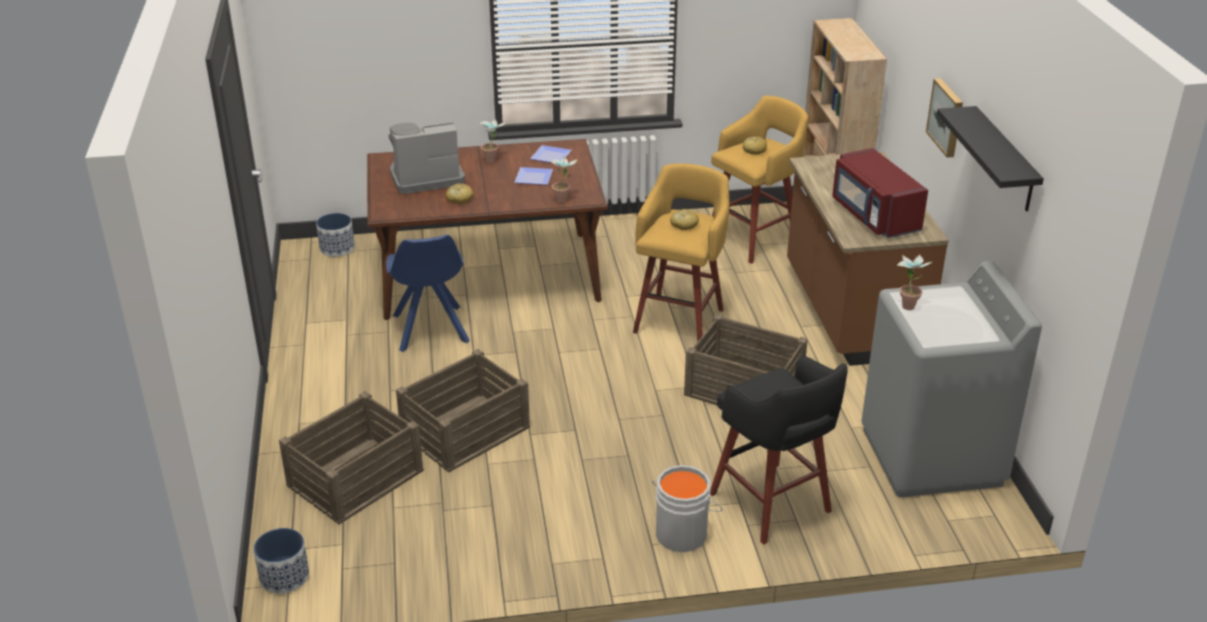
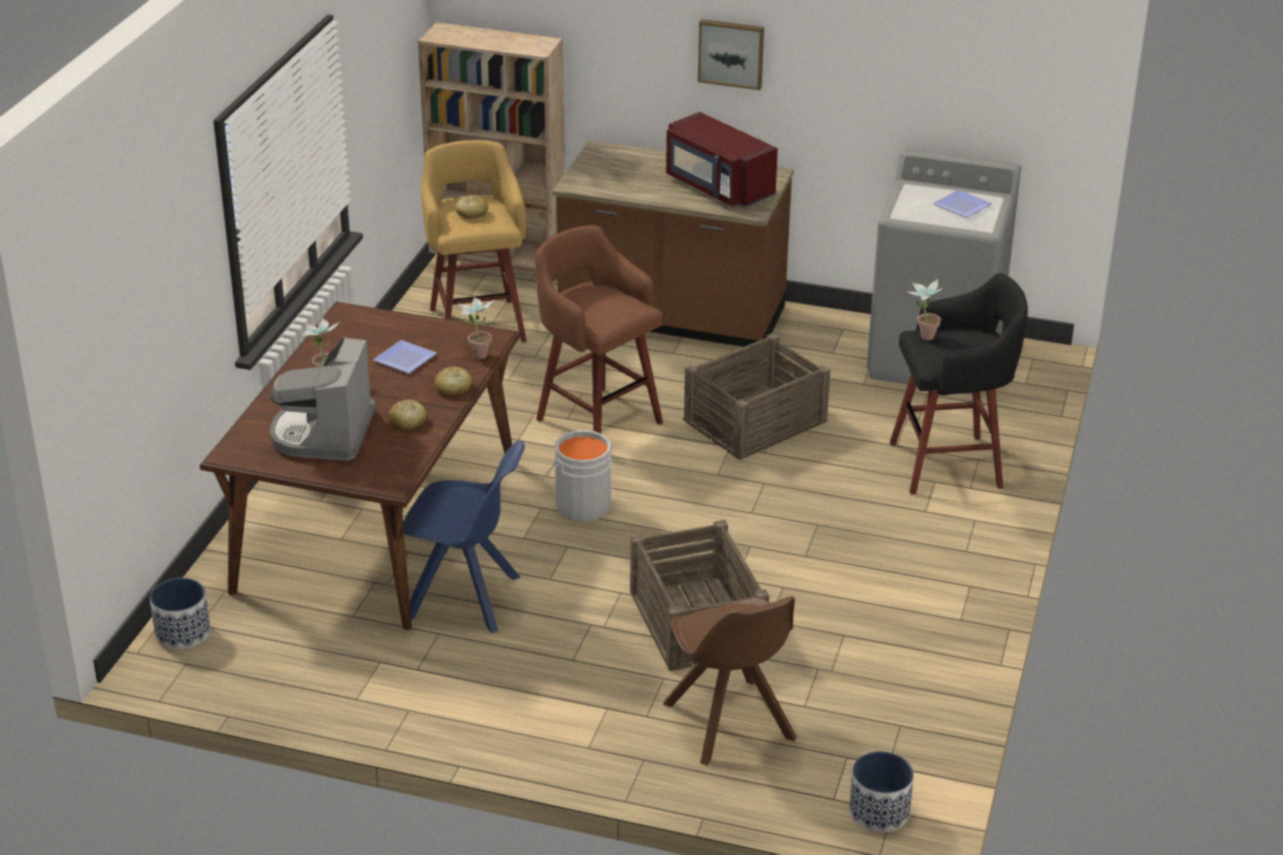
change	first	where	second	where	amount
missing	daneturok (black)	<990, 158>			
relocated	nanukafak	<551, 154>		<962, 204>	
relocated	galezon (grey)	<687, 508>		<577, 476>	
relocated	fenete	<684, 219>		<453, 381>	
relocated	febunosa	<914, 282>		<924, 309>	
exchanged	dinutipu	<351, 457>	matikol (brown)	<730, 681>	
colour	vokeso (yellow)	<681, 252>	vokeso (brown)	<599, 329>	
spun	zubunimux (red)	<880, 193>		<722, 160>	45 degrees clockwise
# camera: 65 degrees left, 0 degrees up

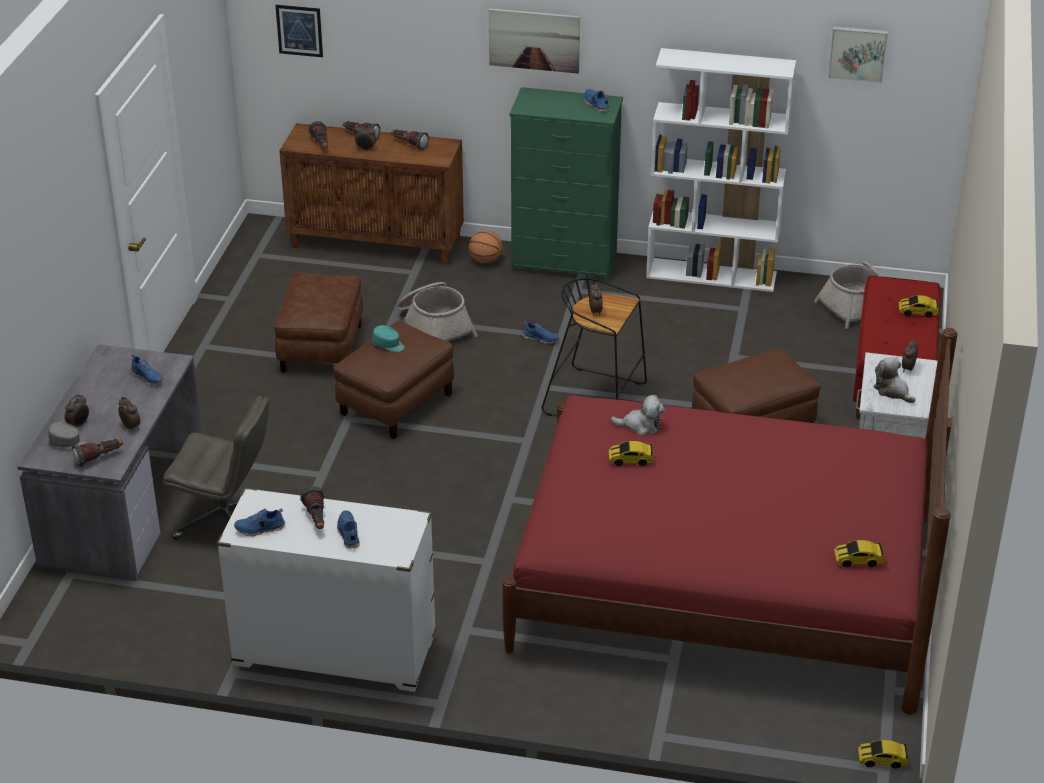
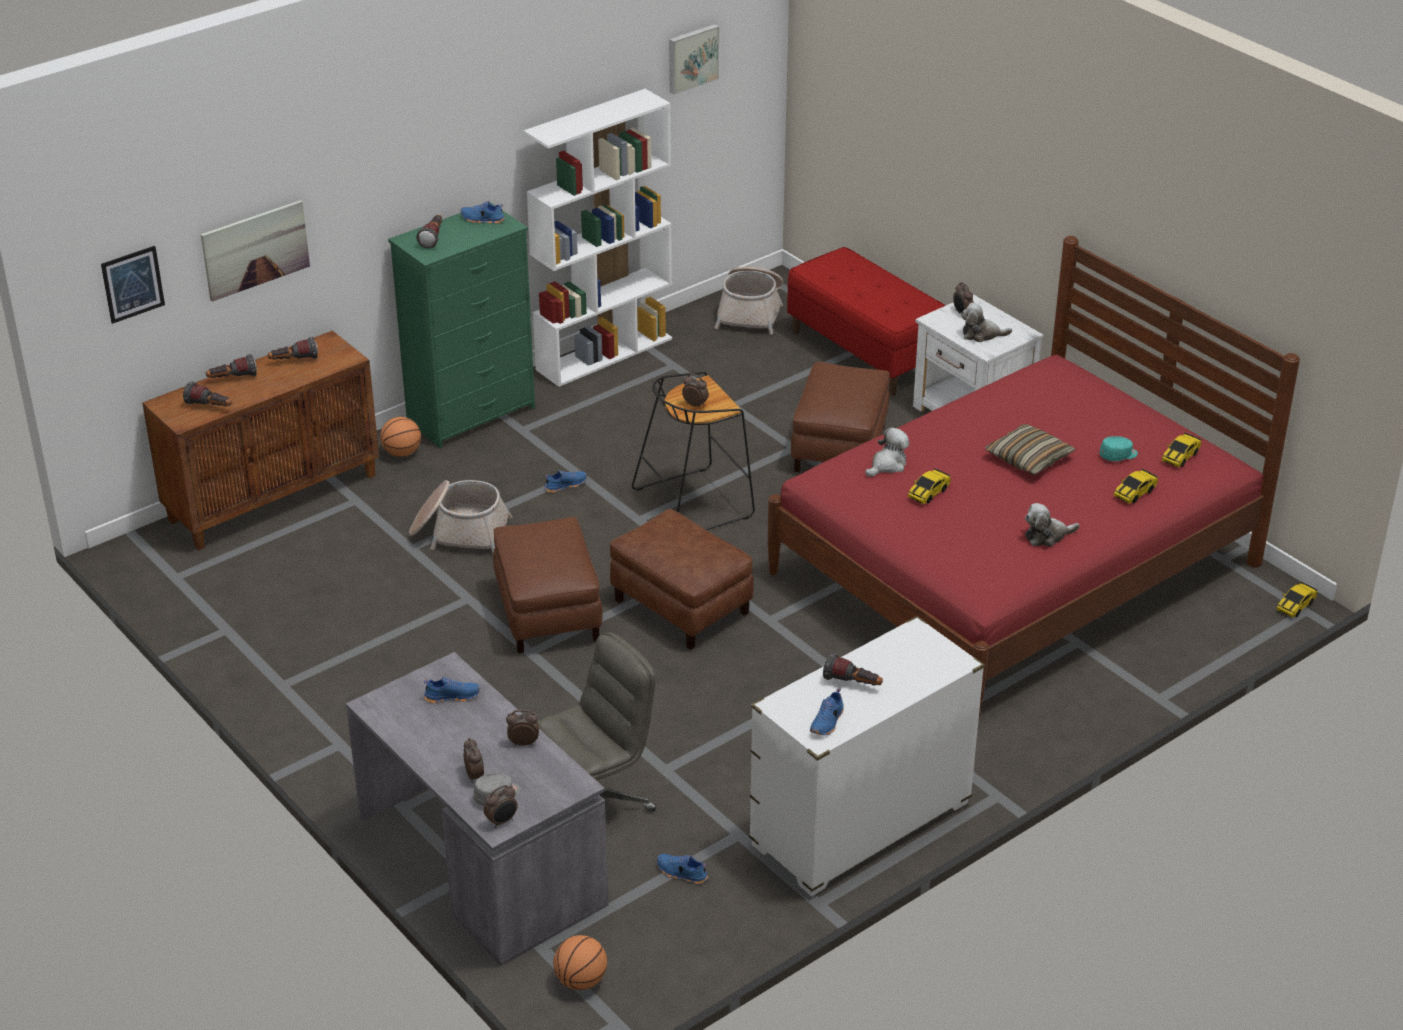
change	first	where	second	where	amount
appeared			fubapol	<580, 962>	
appeared			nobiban	<1030, 449>	
appeared			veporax	<1052, 525>	
relocated	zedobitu	<97, 453>		<429, 231>	
relocated	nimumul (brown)	<318, 322>		<682, 579>	
relocated	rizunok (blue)	<348, 529>		<682, 869>	
relocated	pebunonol	<365, 138>		<501, 806>	
relocated	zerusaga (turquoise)	<388, 338>		<1118, 448>	
relocated	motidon	<534, 40>		<255, 251>	
relocated	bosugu	<919, 306>		<1136, 486>	
# camera: 50 degrees left, 0 degrees up

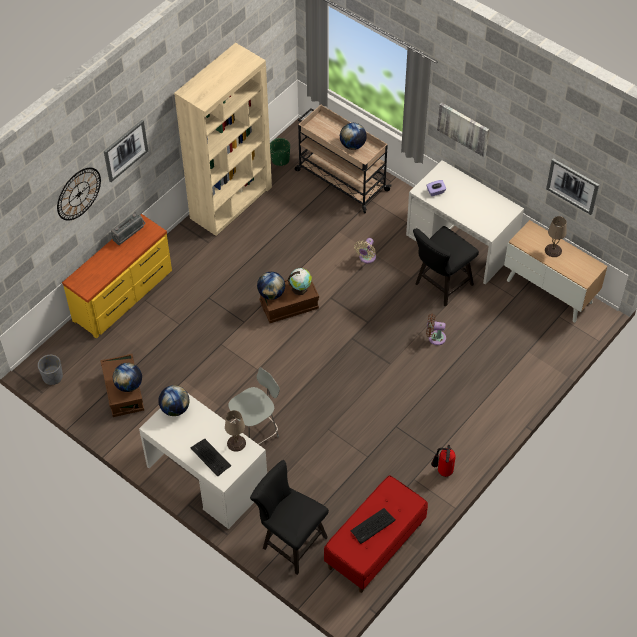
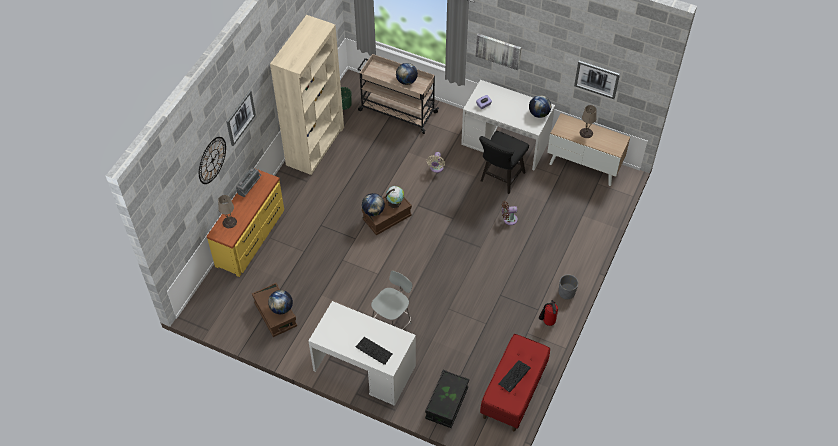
change	first	where	second	where	amount
relocated	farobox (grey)	<50, 370>		<568, 286>	
relocated	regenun	<174, 400>		<540, 106>	
relocated	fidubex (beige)	<235, 431>		<227, 211>	
exchanged	matikol (black)	<289, 517>	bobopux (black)	<447, 399>	
# camera: 15 degrees left, 0 degrees up

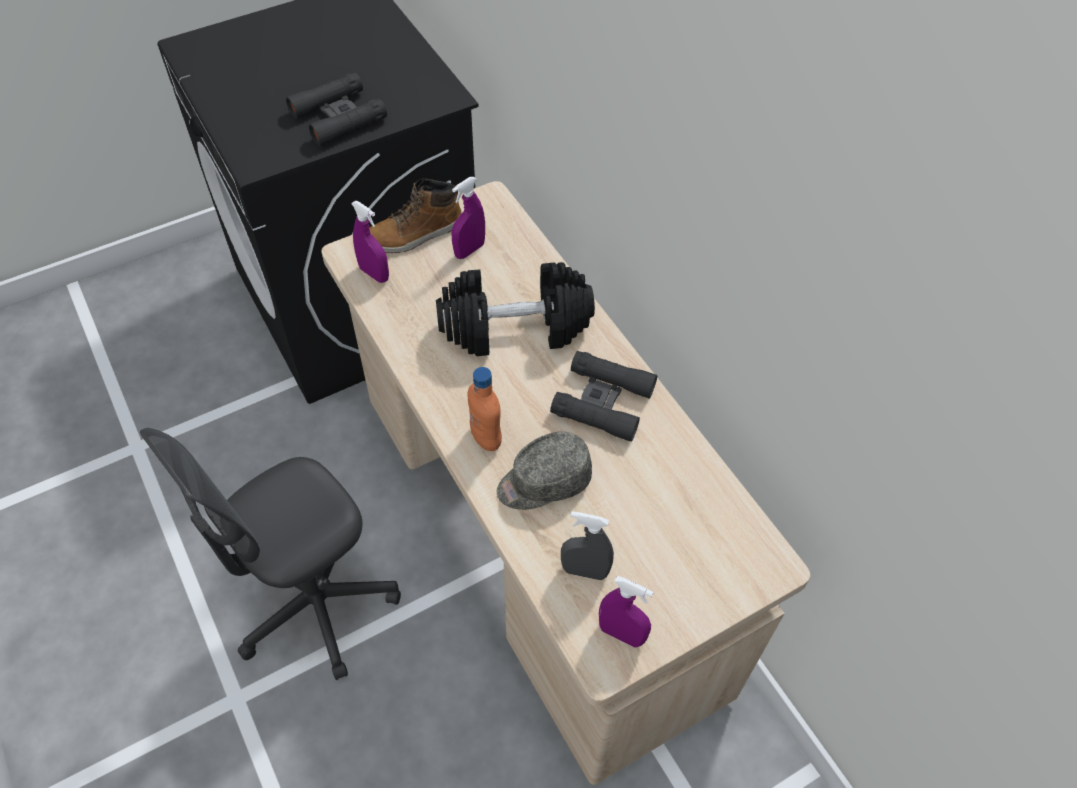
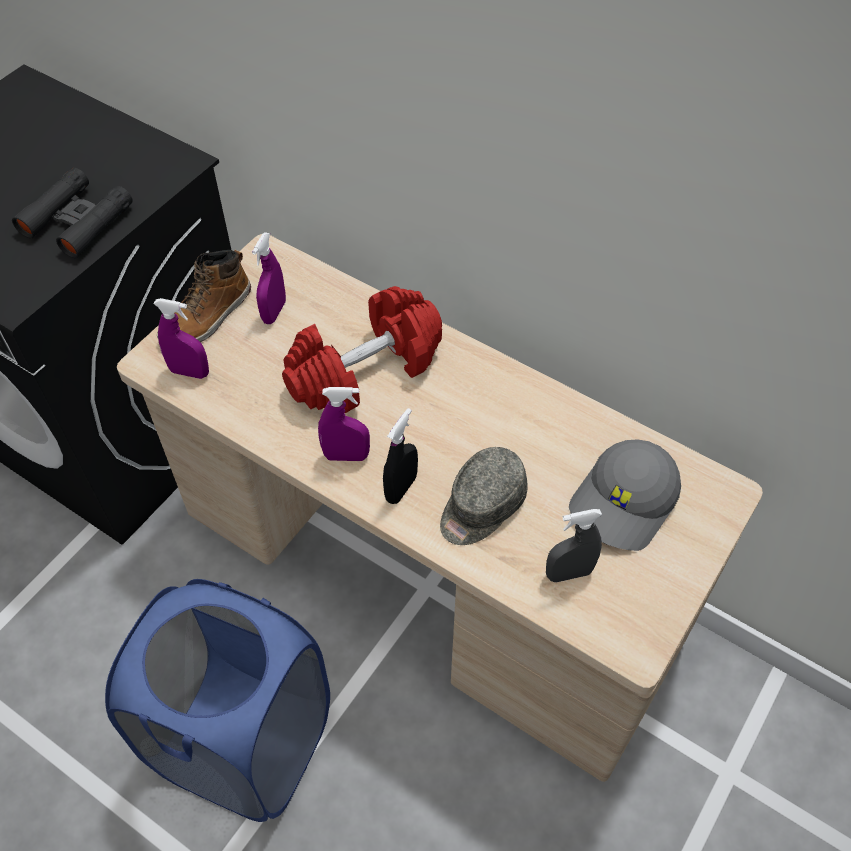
change	first	where	second	where	amount
missing	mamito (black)	<603, 396>			
appeared			zerusaga (grey)	<625, 495>	
relocated	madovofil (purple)	<626, 612>		<344, 424>	
exchanged	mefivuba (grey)	<270, 554>	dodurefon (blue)	<217, 700>	
exchanged	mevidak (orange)	<485, 409>	madovofil (black)	<400, 456>	
colour	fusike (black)	<515, 309>	fusike (red)	<362, 349>	
# camera: 25 degrees left, 0 degrees up

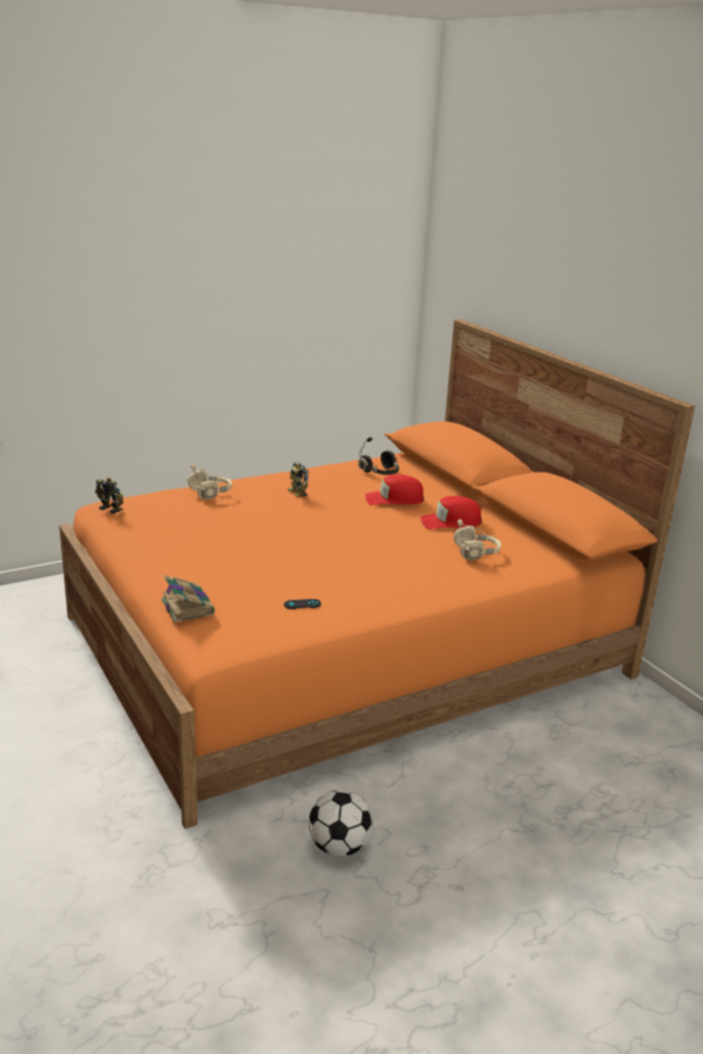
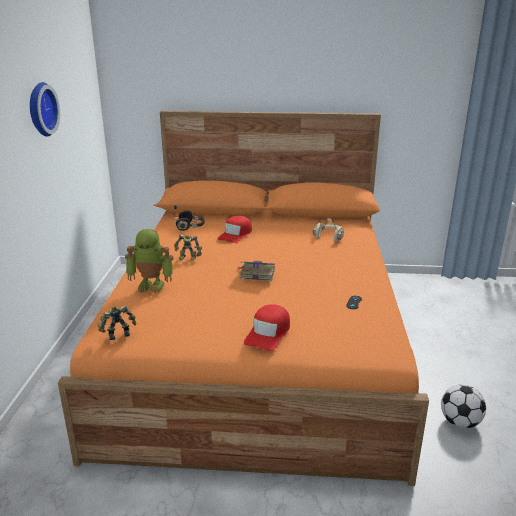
change	first	where	second	where	amount
appeared			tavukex	<45, 109>	
relocated	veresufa	<188, 598>		<256, 271>	
relocated	zerusaga (red)	<451, 512>		<267, 327>	
exchanged	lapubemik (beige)	<210, 482>	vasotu	<149, 261>	
# camera: 55 degrees left, 0 degrees up

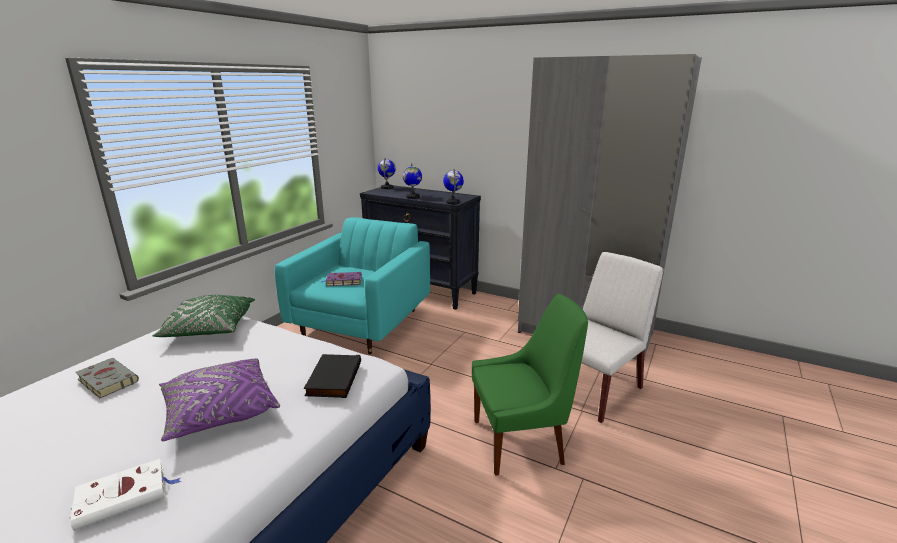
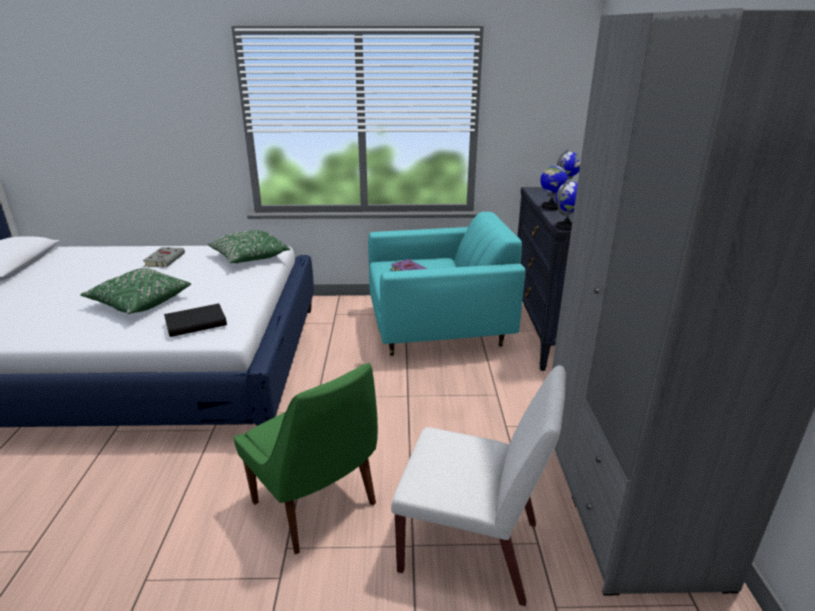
change	first	where	second	where	amount
missing	veresufa (white)	<125, 494>			
colour	nobiban (purple)	<219, 399>	nobiban (green)	<135, 291>	
# camera: 60 degrees right, 5 degrees up

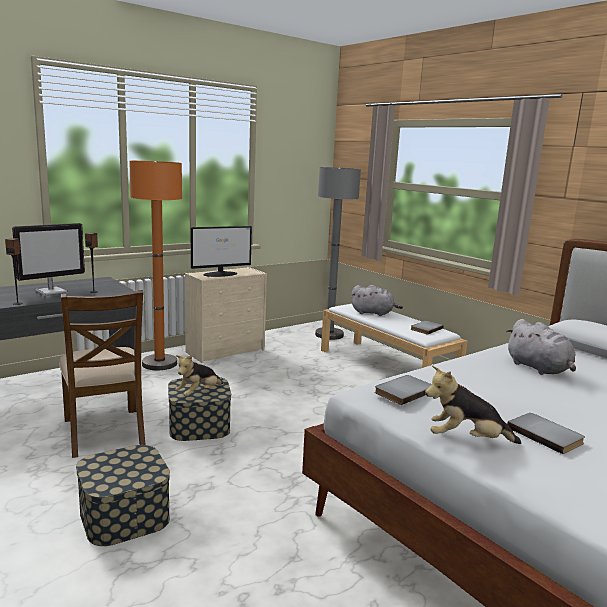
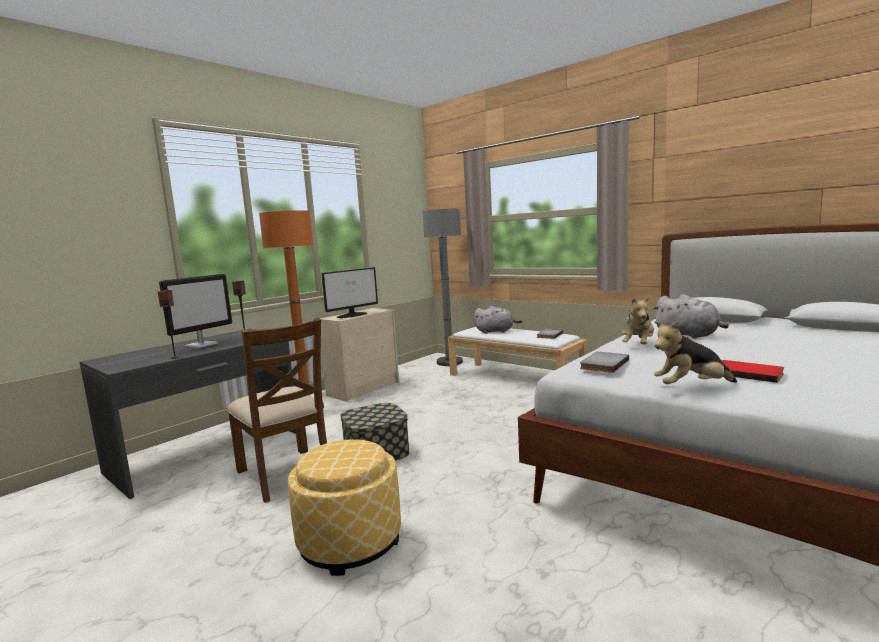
change	first	where	second	where	amount
relocated	veporax	<199, 376>		<637, 320>	
exchanged	bobopux	<123, 495>	nimumul	<344, 507>	
colour	veresufa (grey)	<546, 433>	veresufa (red)	<753, 371>	
# camera: 10 degrees left, 5 degrees down

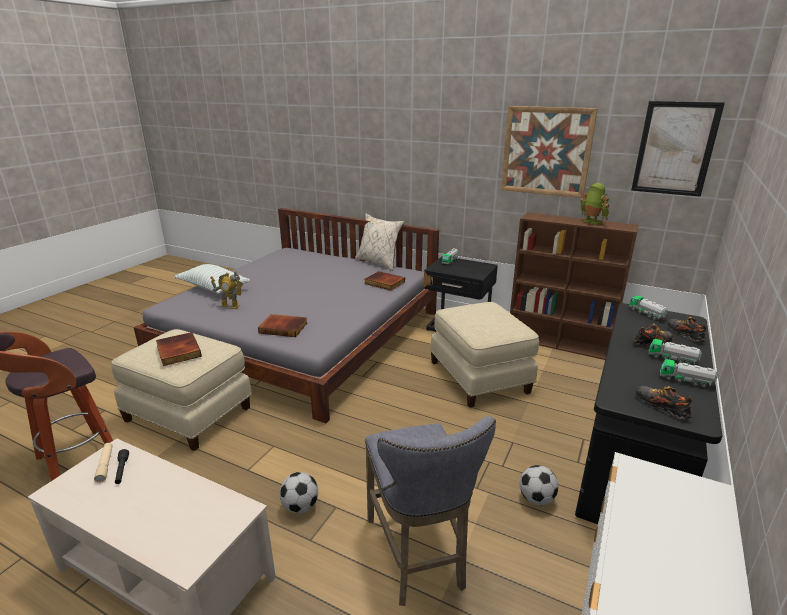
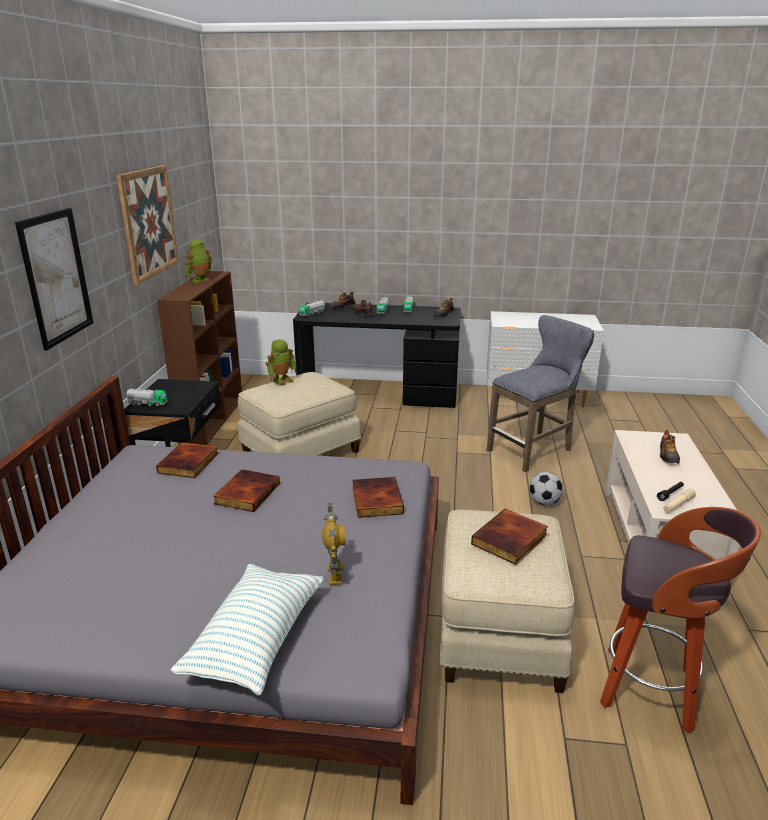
change	first	where	second	where	amount
missing	nobiban (beige)	<379, 242>			
missing	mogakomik	<539, 485>			
appeared			veresufa	<246, 490>	
appeared			vasotu	<281, 362>	
appeared			rizunok	<670, 447>	
relocated	motidon	<678, 149>		<54, 279>	
# camera: 110 degrees left, 0 degrees up

